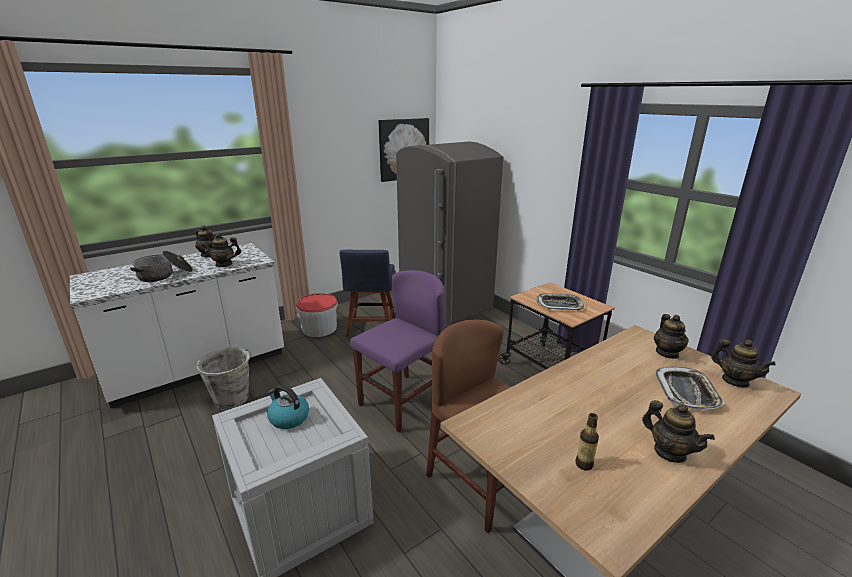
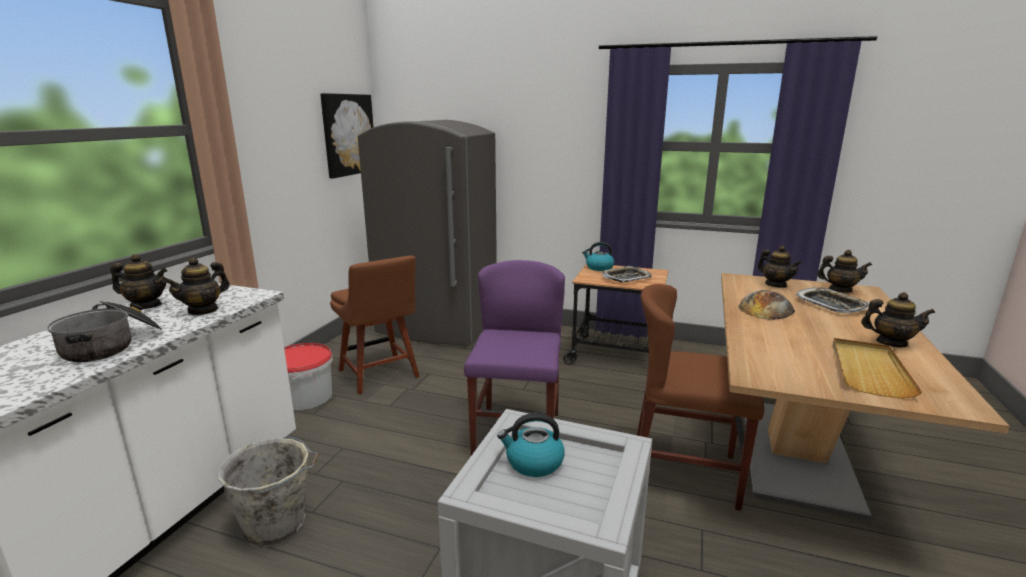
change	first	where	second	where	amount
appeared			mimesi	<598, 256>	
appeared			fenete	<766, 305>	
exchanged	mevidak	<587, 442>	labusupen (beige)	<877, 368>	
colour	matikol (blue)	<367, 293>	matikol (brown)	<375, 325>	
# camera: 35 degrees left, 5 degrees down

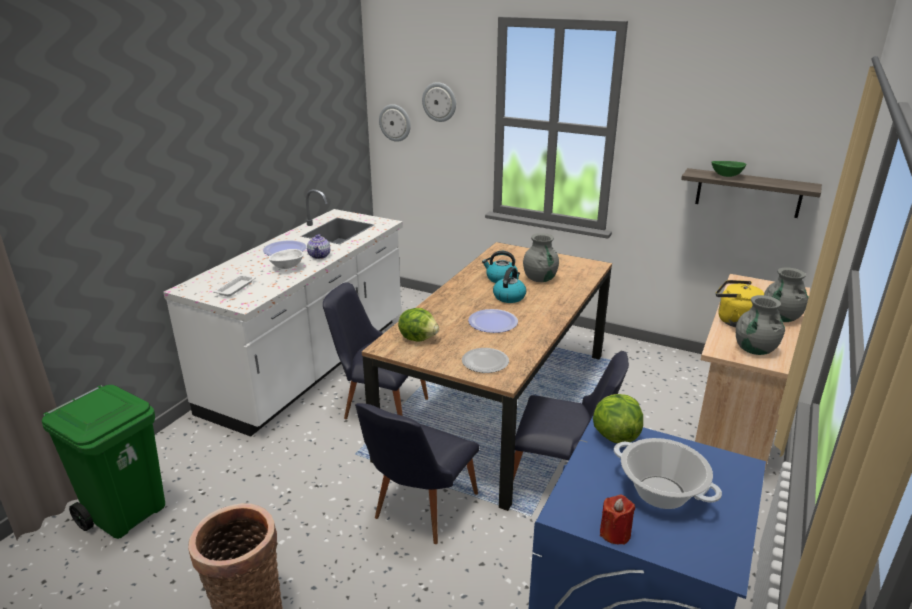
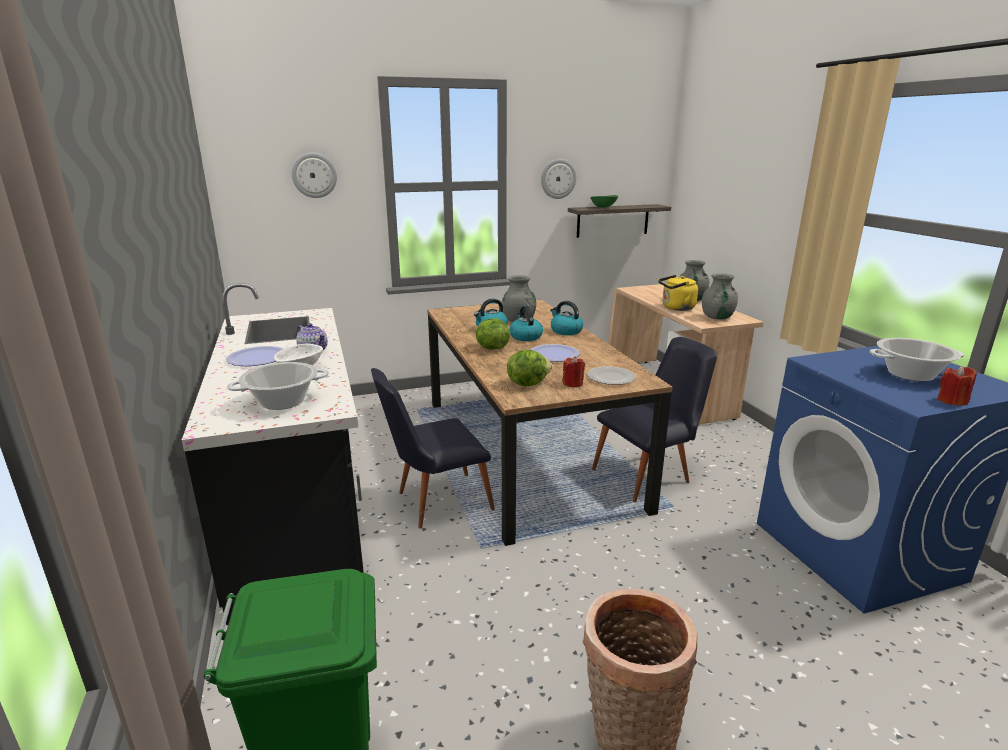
change	first	where	second	where	amount
missing	matikol (black)	<417, 473>			
appeared			mimesi	<566, 318>	
appeared			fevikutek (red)	<573, 372>	
relocated	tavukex	<395, 123>		<559, 179>	
relocated	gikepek	<618, 418>		<493, 334>	
exchanged	labusupen (white)	<234, 286>	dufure	<278, 386>	
colour	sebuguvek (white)	<283, 313>	sebuguvek (black)	<273, 454>	
# camera: 45 degrees left, 5 degrees down

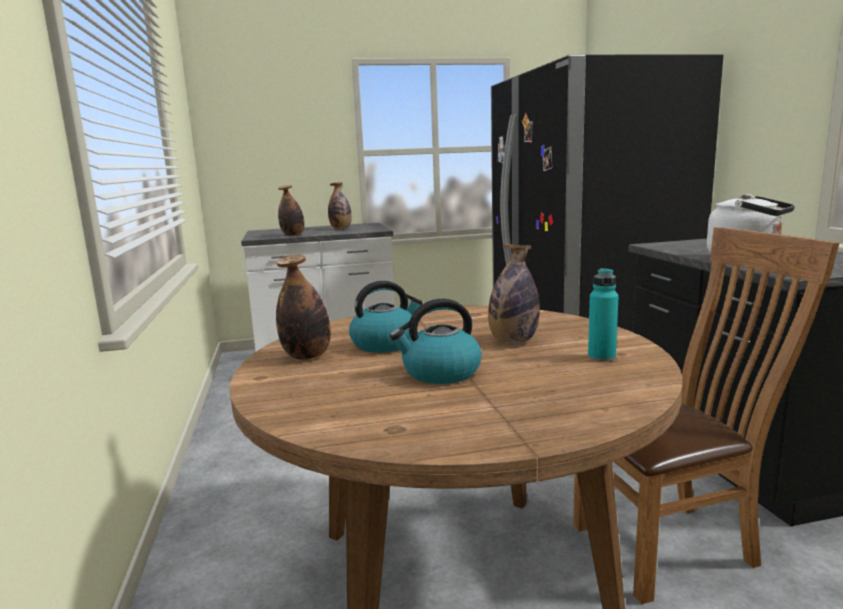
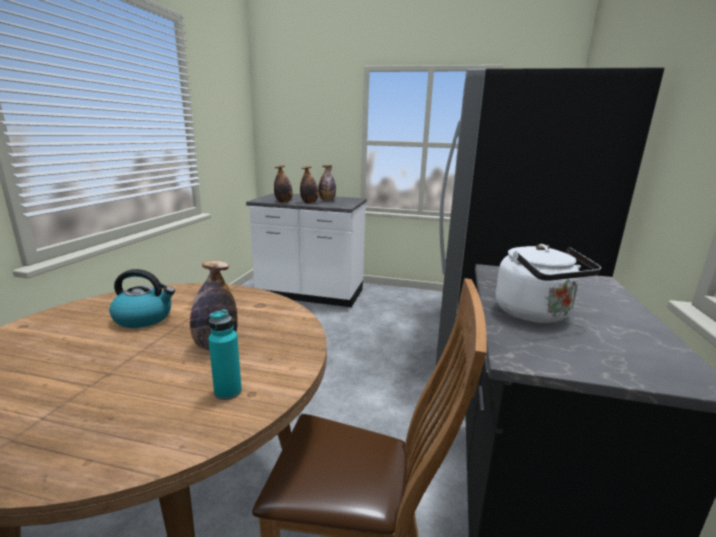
change	first	where	second	where	amount
missing	mimesi	<436, 341>			
relocated	mevidak	<303, 307>		<309, 184>	
# camera: 25 degrees right, 5 degrees up

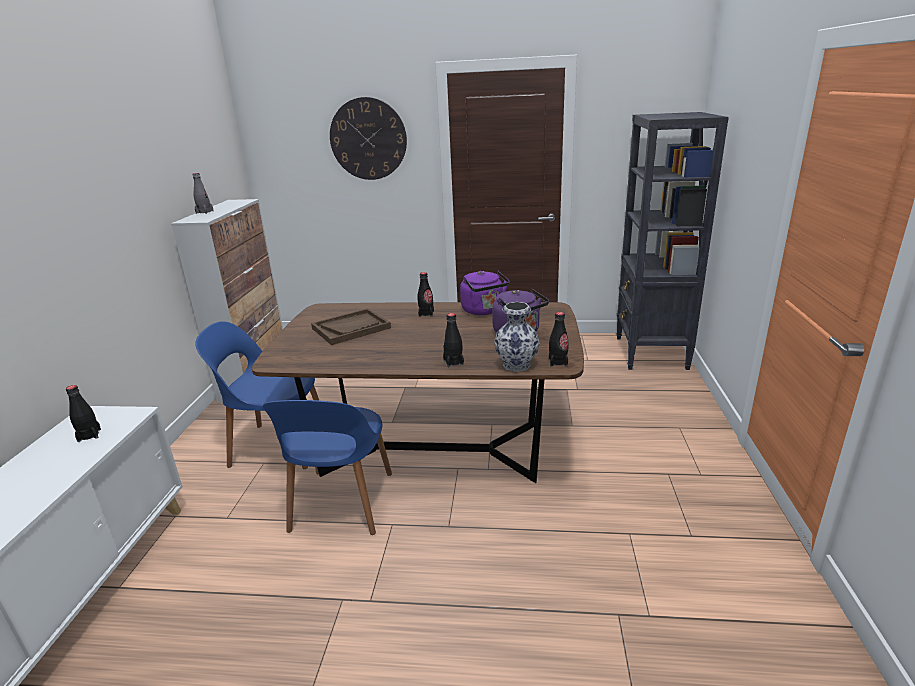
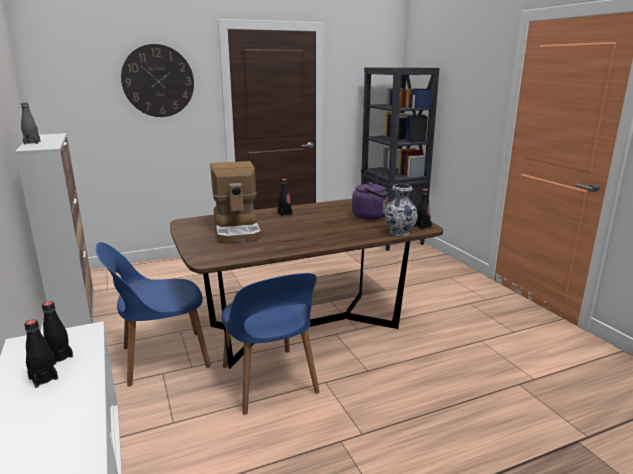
change	first	where	second	where	amount
missing	mimesi (purple)	<485, 292>			
relocated	mevidak (black)	<453, 340>		<41, 353>	
exchanged	labusupen (brown)	<351, 326>	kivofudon	<235, 202>	
# camera: 30 degrees left, 5 degrees down

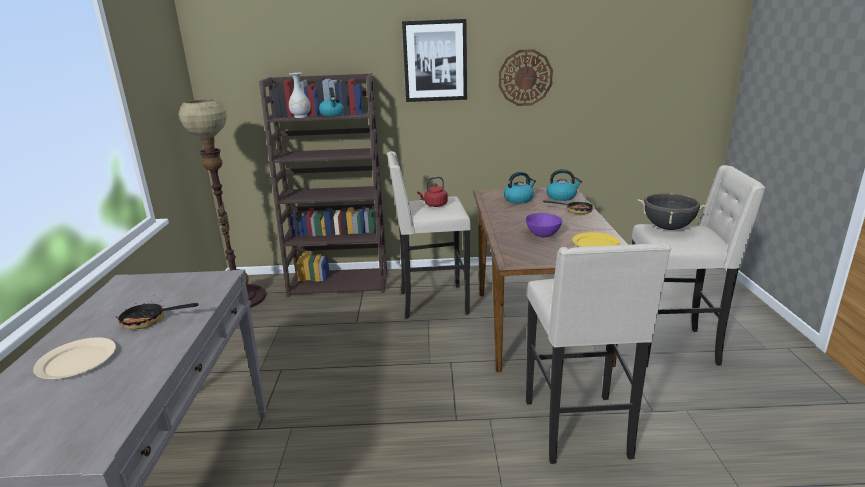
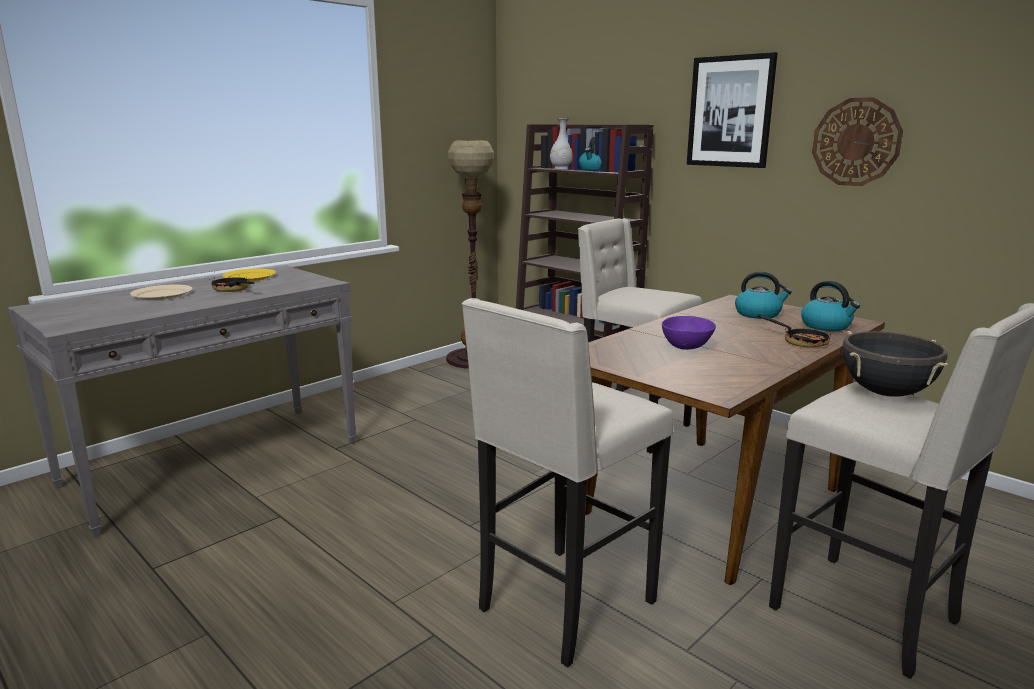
change	first	where	second	where	amount
missing	mimesi (red)	<432, 191>			
relocated	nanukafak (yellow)	<596, 239>		<249, 275>	
# camera: 45 degrees right, 5 degrees down

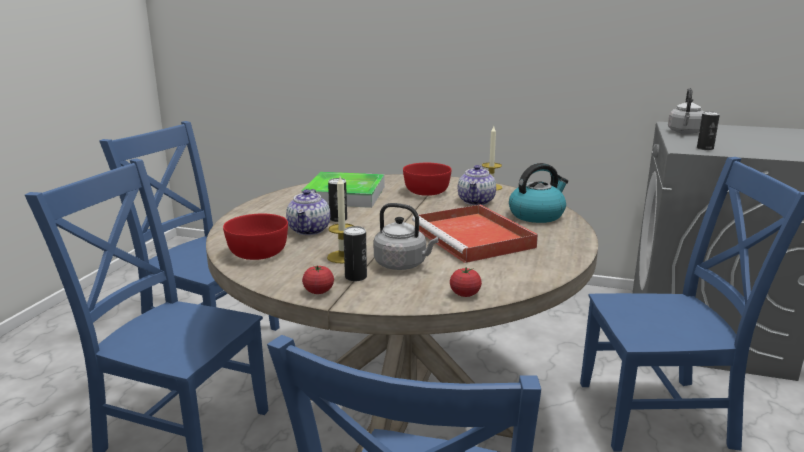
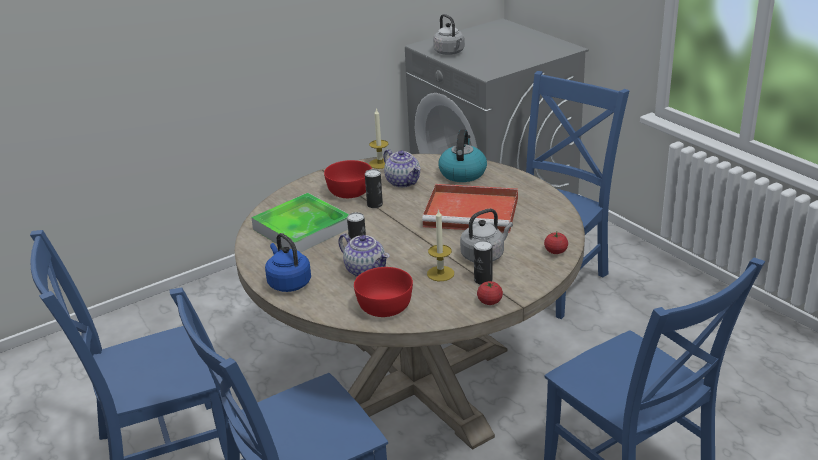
change	first	where	second	where	amount
appeared			mimesi (blue)	<288, 262>	
relocated	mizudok	<708, 130>		<374, 188>	
# camera: 50 degrees left, 10 degrees up

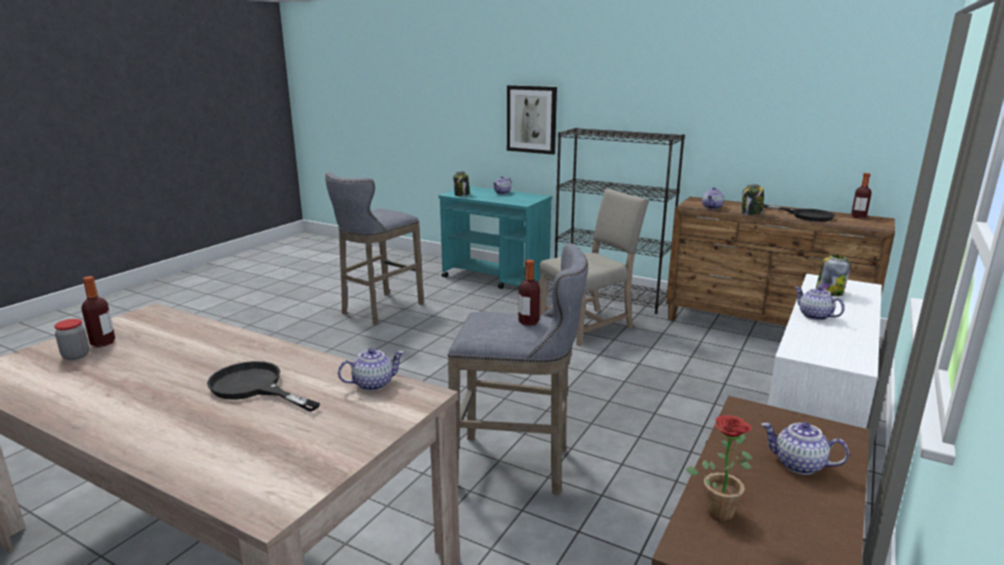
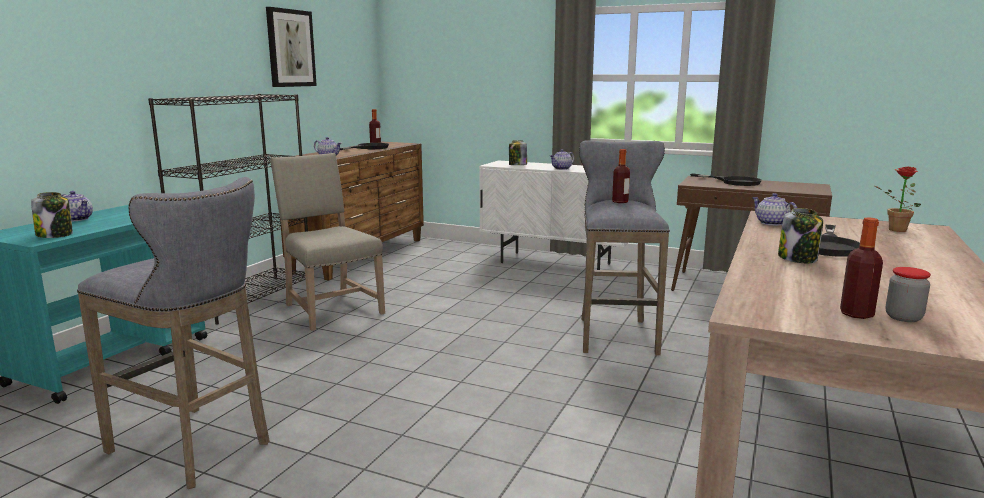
change	first	where	second	where	amount
relocated	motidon	<532, 120>		<291, 47>	
relocated	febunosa	<719, 468>		<898, 199>	
relocated	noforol	<753, 199>		<800, 235>	
exchanged	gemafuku	<805, 448>	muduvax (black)	<726, 180>	
# camera: 95 degrees left, 5 degrees down

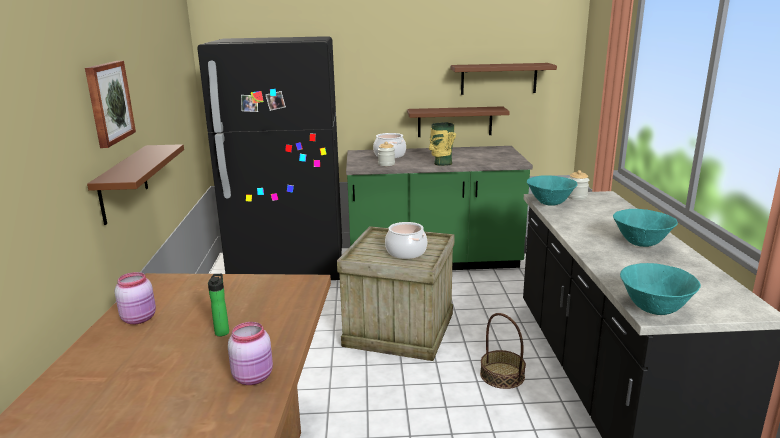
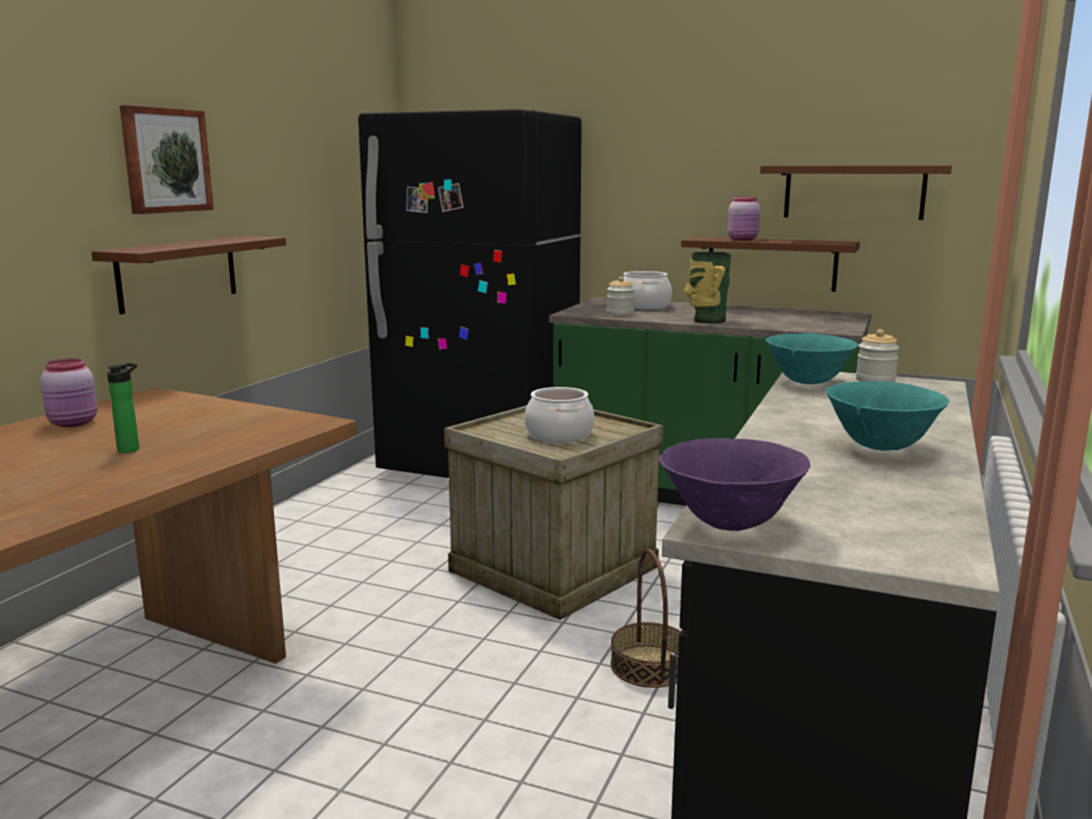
change	first	where	second	where	amount
relocated	noforol (pink)	<250, 353>		<743, 219>	
colour	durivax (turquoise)	<660, 289>	durivax (purple)	<734, 484>	
# camera: 25 degrees right, 5 degrees down

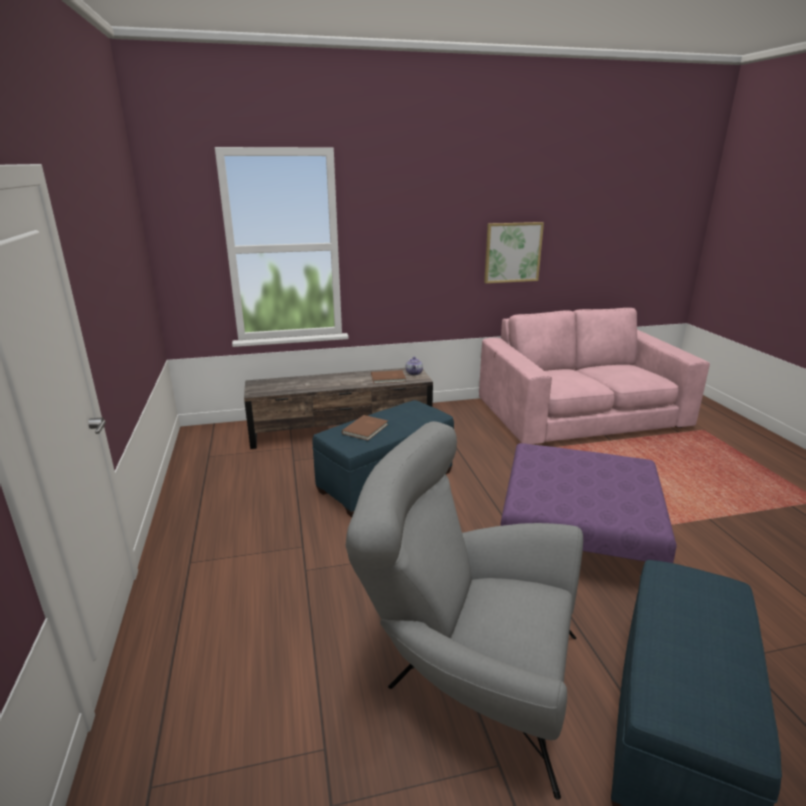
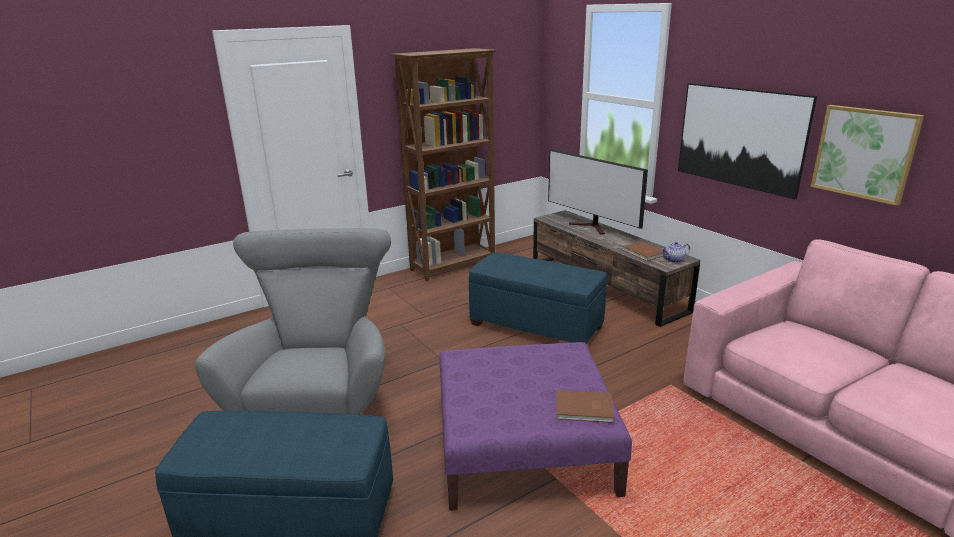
change	first	where	second	where	amount
appeared			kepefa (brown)	<444, 164>	
appeared			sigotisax	<598, 192>	
appeared			motidon	<747, 141>	
relocated	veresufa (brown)	<365, 427>		<585, 406>	
# camera: 70 degrees right, 0 degrees up

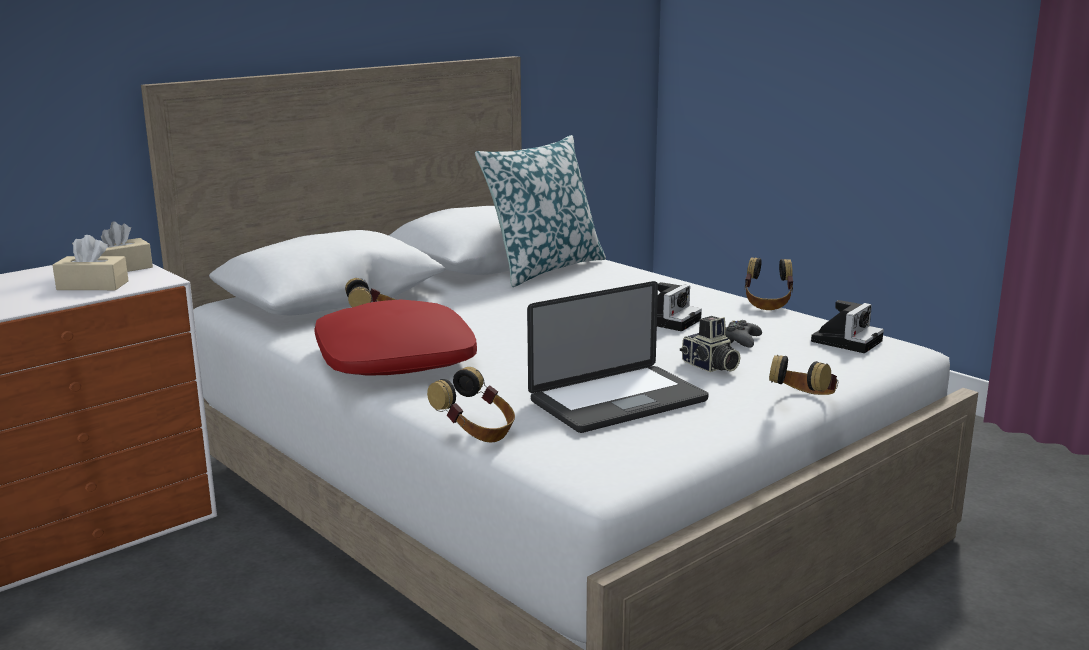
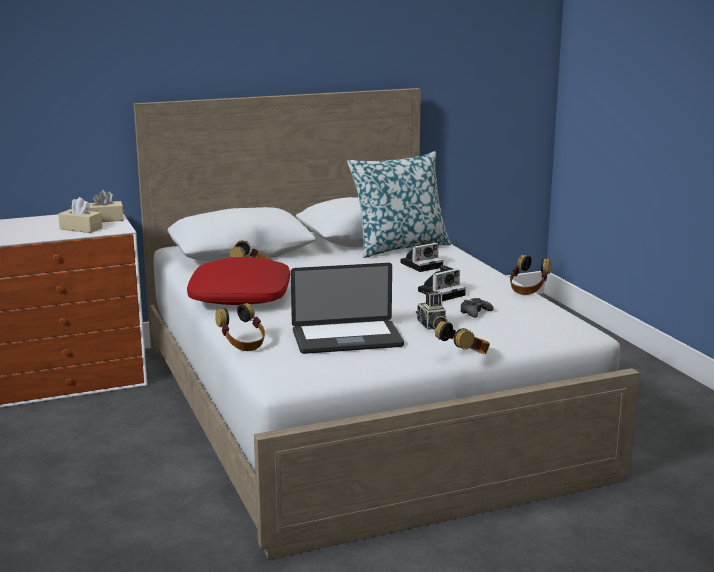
change	first	where	second	where	amount
relocated	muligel	<847, 326>		<421, 256>	
# camera: 20 degrees right, 0 degrees up

